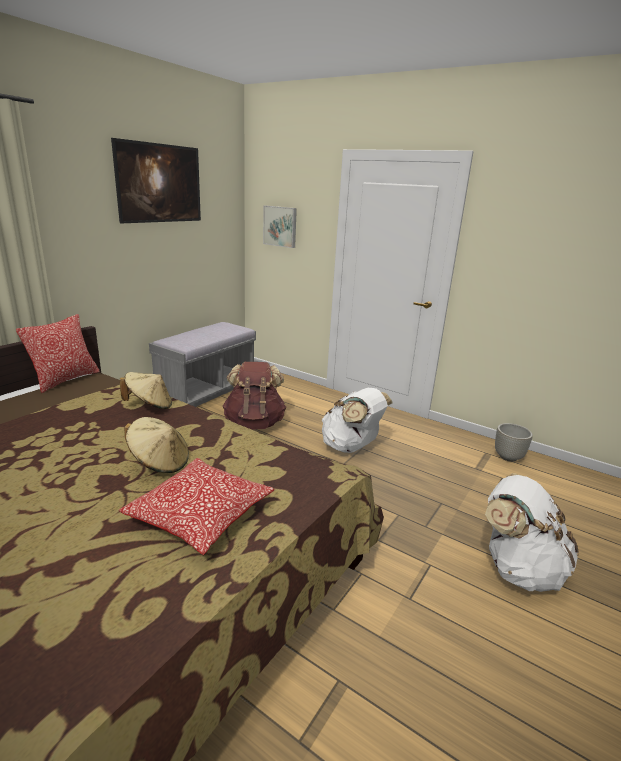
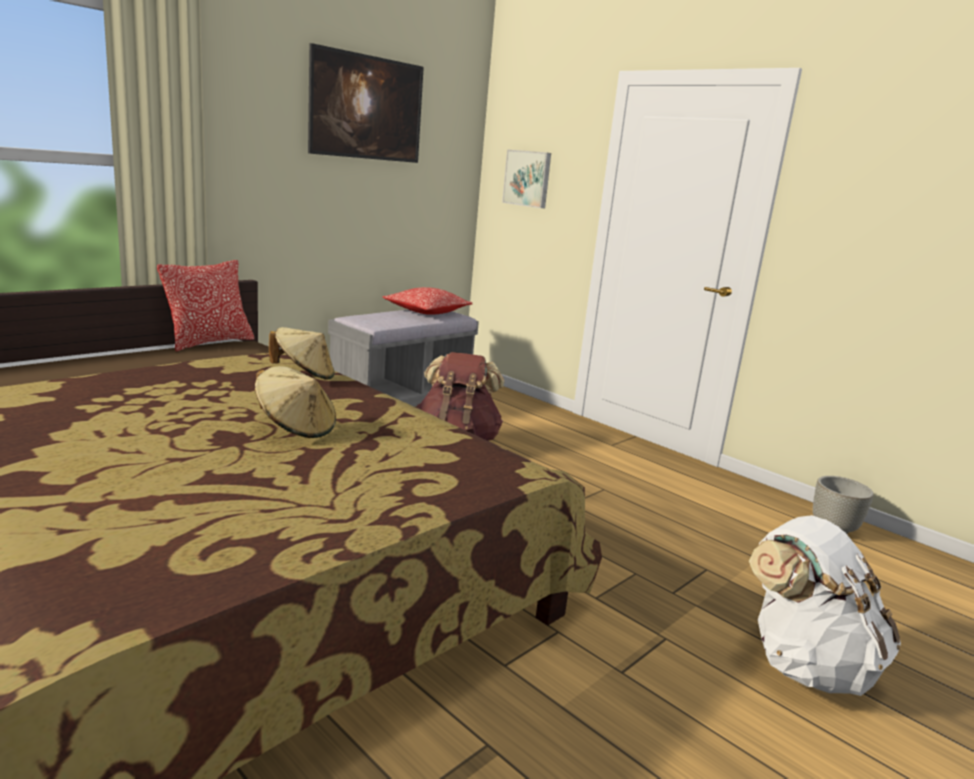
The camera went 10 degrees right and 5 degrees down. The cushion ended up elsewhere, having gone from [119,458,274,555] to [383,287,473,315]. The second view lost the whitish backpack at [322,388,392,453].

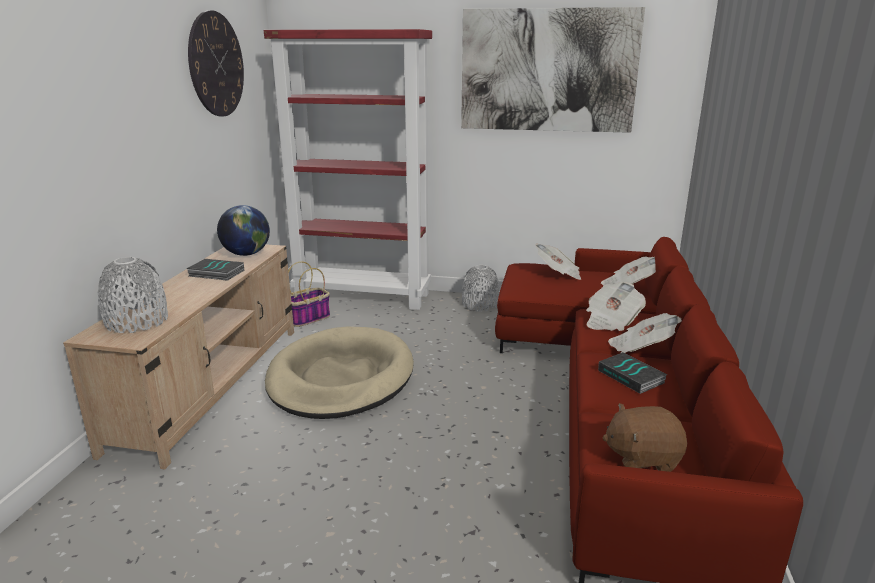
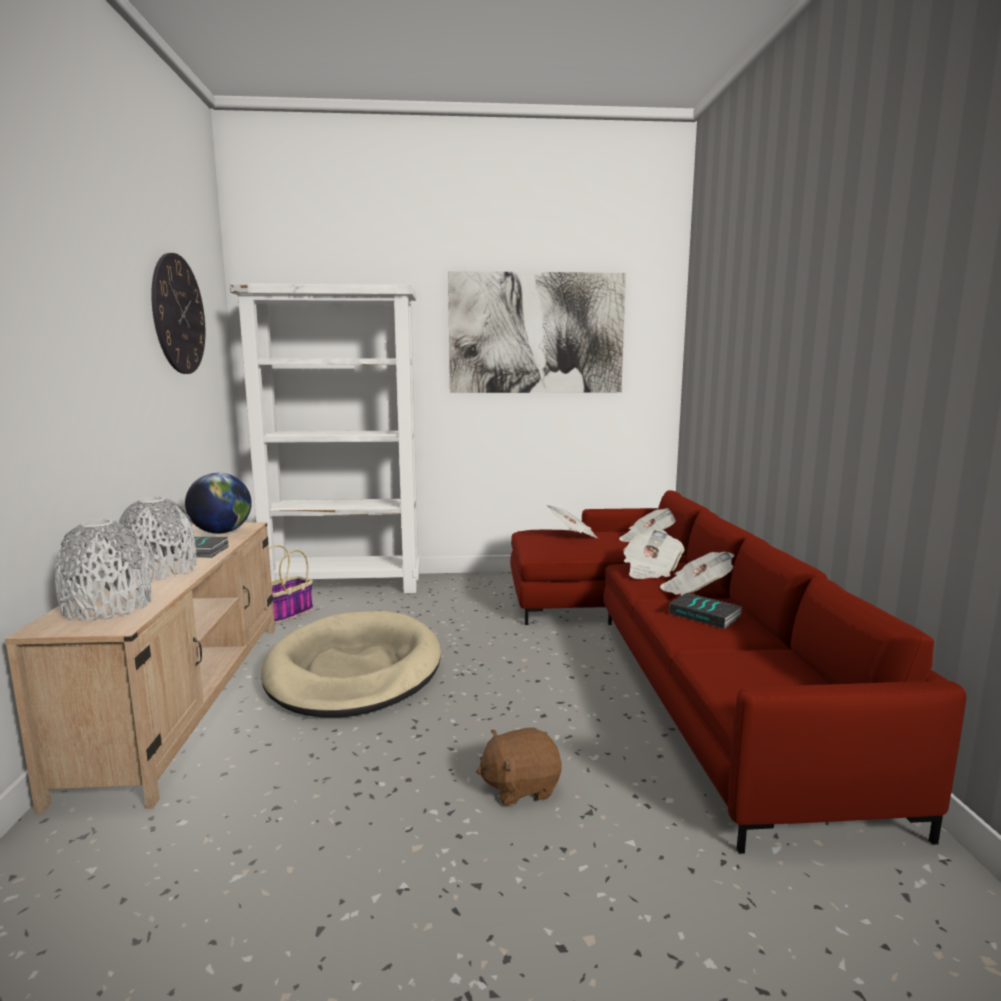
The camera went 15 degrees left and 10 degrees down. The grey decorative vase ended up elsewhere, having gone from [462,265,500,312] to [119,497,196,581]. What was the red shelving unit at [264,29,432,310] turned into the whitish shelving unit at [230,283,421,593]. The brownish soft toy ended up elsewhere, having gone from [603,403,687,472] to [476,727,562,806].

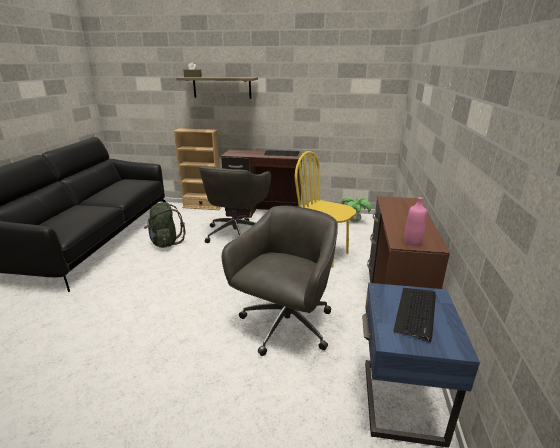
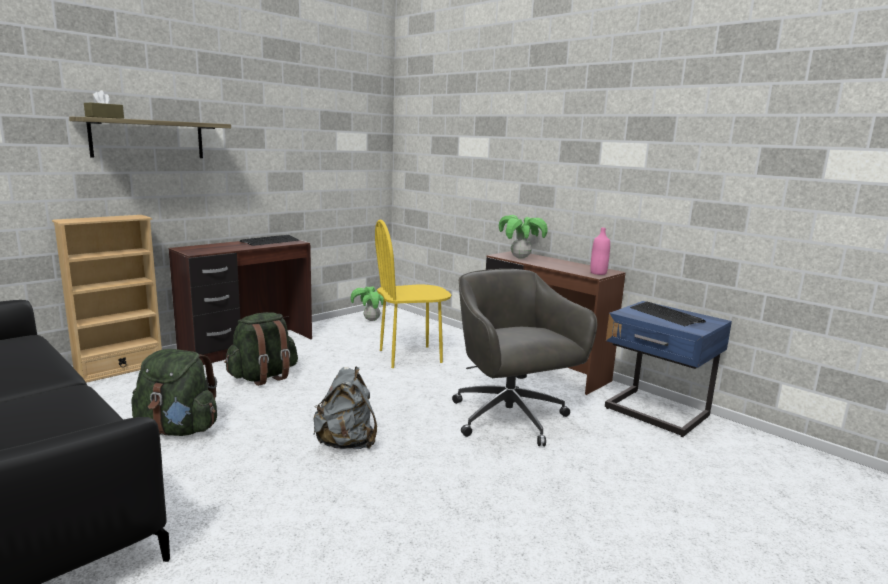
The camera went 55 degrees left and 10 degrees down. Where the grey office chair stood at [199,166,271,243], the green-coloured backpack came to stand at [224,312,298,386]. The second view gained the grey backpack at [313,367,377,449]. The second view gained the potted plant at [499,215,547,259].

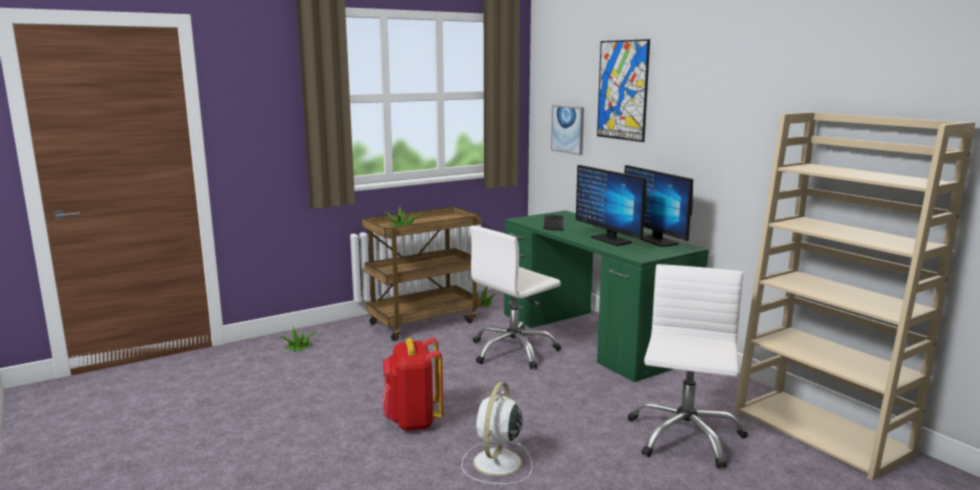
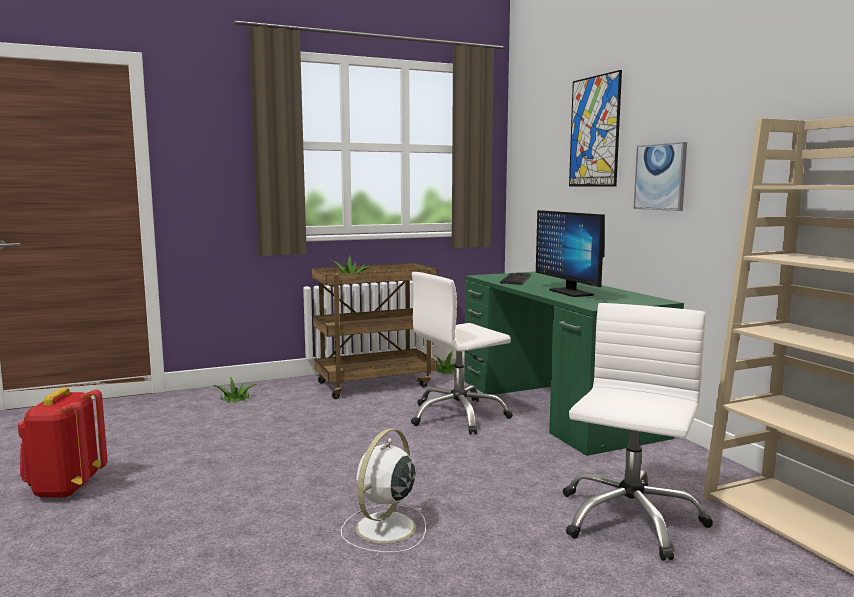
The camera went 10 degrees right and 5 degrees down. The red backpack ended up elsewhere, having gone from [383,338,443,431] to [18,387,108,498]. The wall art ended up elsewhere, having gone from [551,105,584,155] to [633,142,687,211]. The second view lost the monitor at [624,165,693,247].

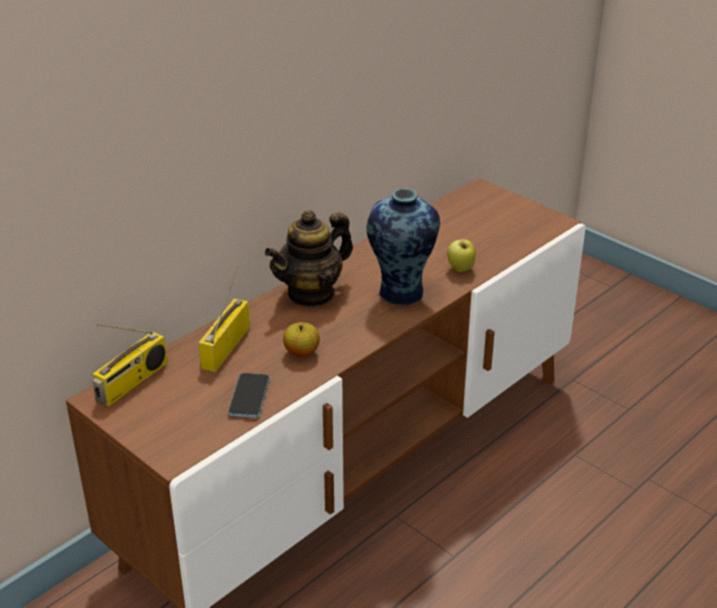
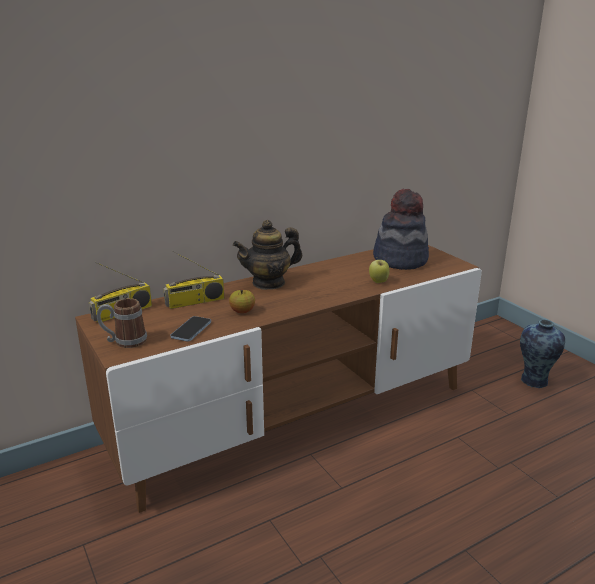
The camera went 15 degrees right and 10 degrees down. The second view gained the tea mug at [97,298,147,348]. The radio set at [198,266,250,372] ended up facing another way, 150 degrees counterclockwise from before. The second view gained the hat at [373,189,429,270]. The decorative vase ended up elsewhere, having gone from [366,188,440,306] to [520,319,565,388].

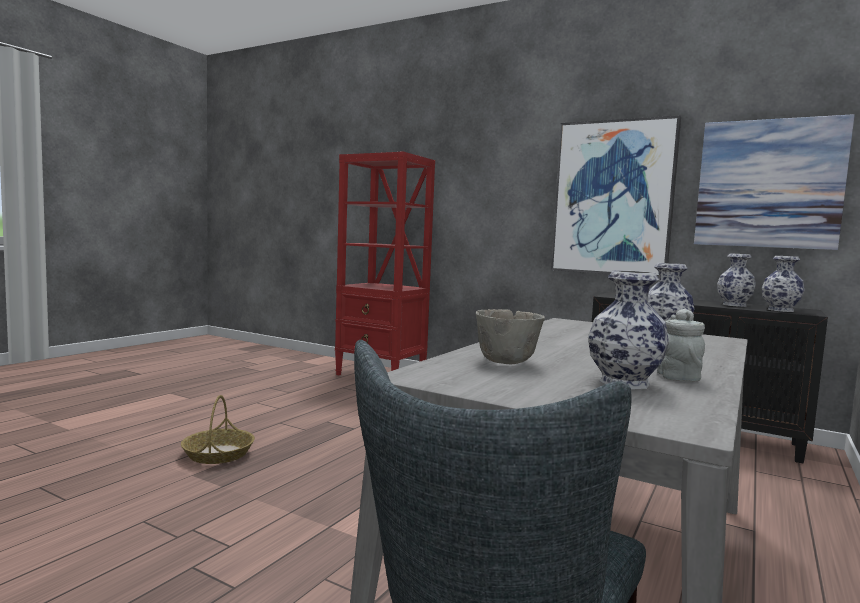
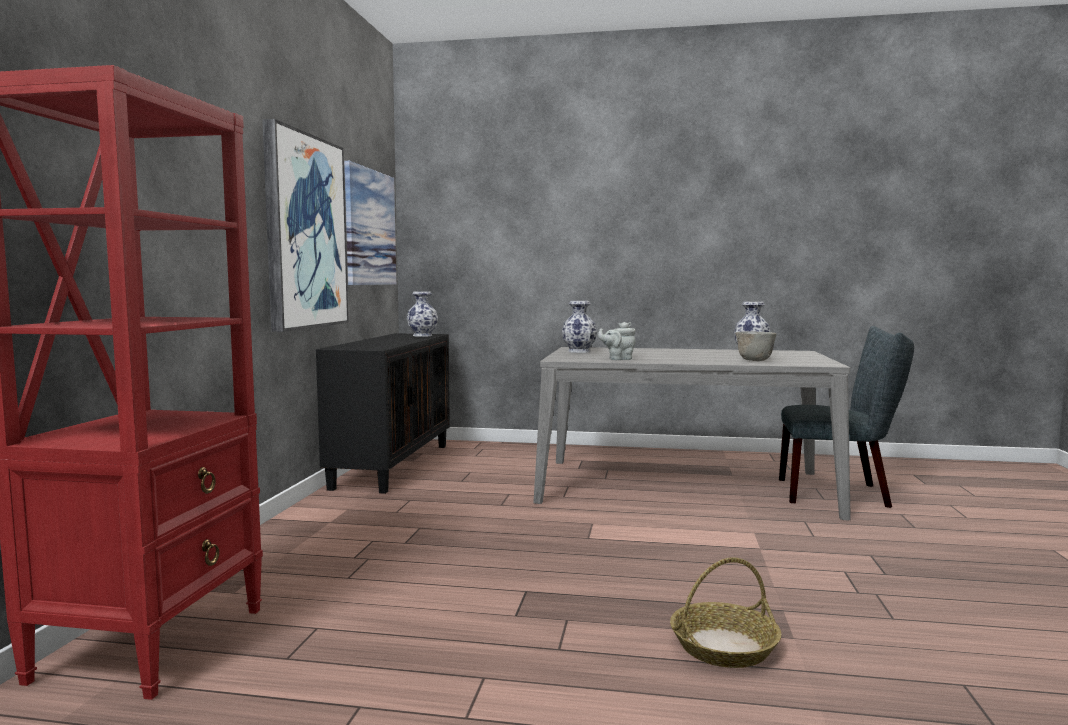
The camera went 110 degrees left and 0 degrees up. The grey teapot ended up elsewhere, having gone from [657,309,705,381] to [598,322,636,360]. The second view lost the decorative vase at [717,253,756,307].

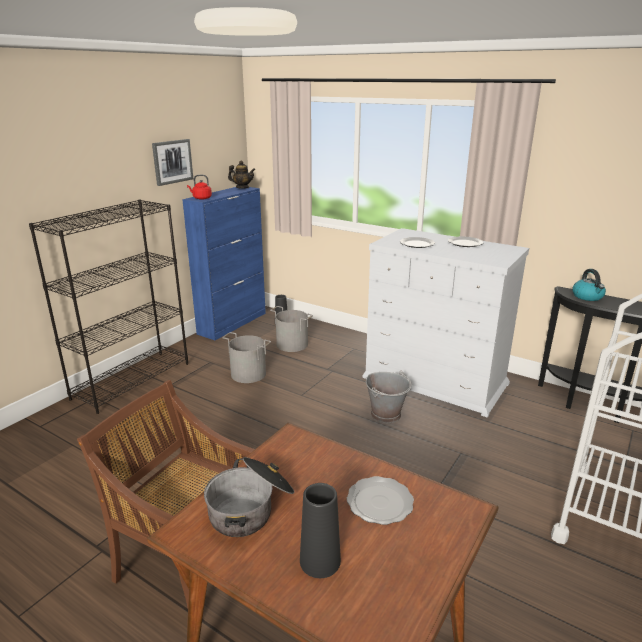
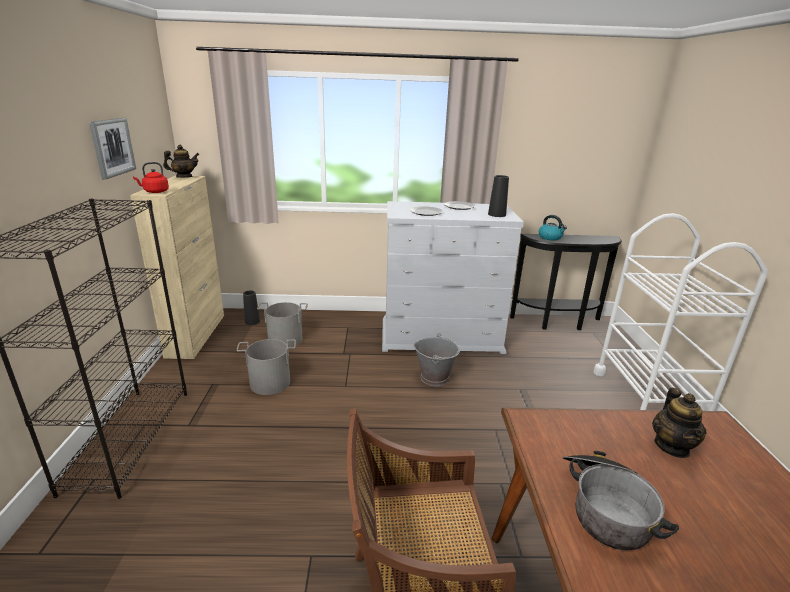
The camera went 35 degrees left and 0 degrees up. What was the blue-coloured storage cabinet at [182,187,266,340] turned into the beige storage cabinet at [130,175,224,359]. The black-coloured decorative vase ended up elsewhere, having gone from [300,483,341,578] to [488,175,509,217]. Where the flat dish stood at [347,476,414,525], the teapot came to stand at [652,388,707,458].

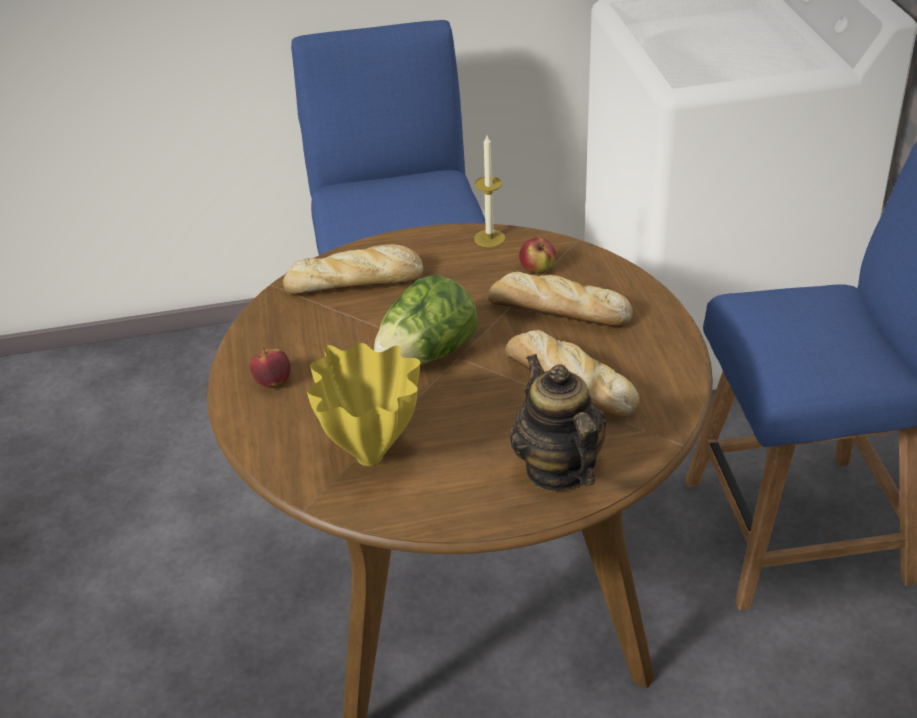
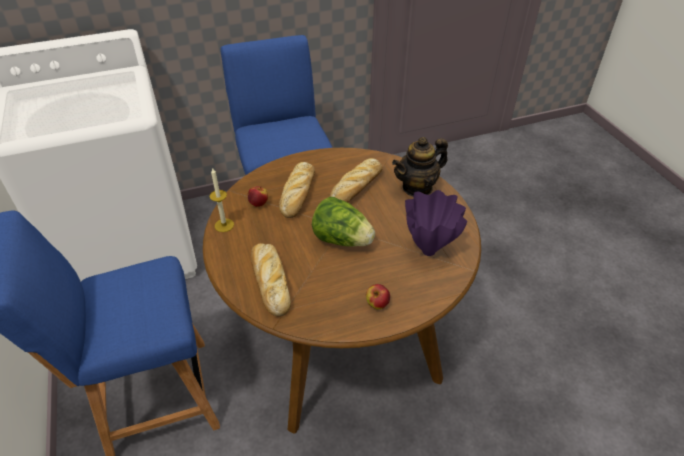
The camera went 100 degrees left and 5 degrees up. What was the yellowish decorative vase at [307,343,420,466] turned into the purplish decorative vase at [405,190,467,256].

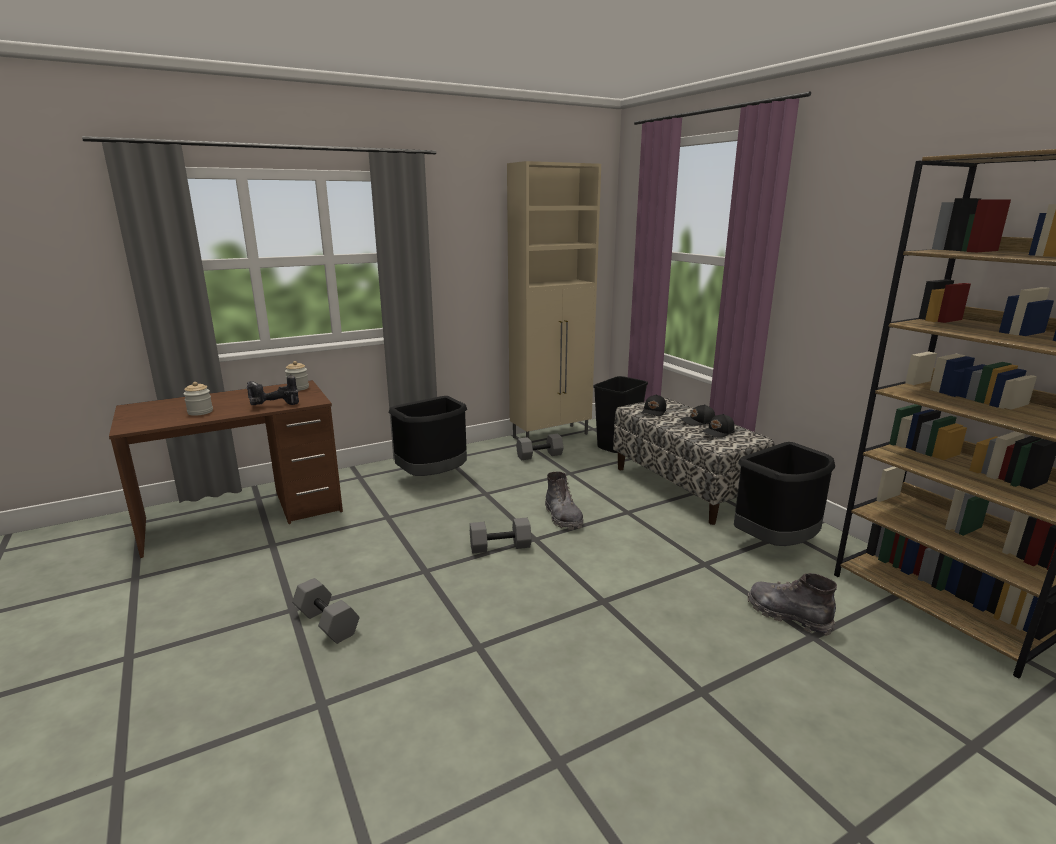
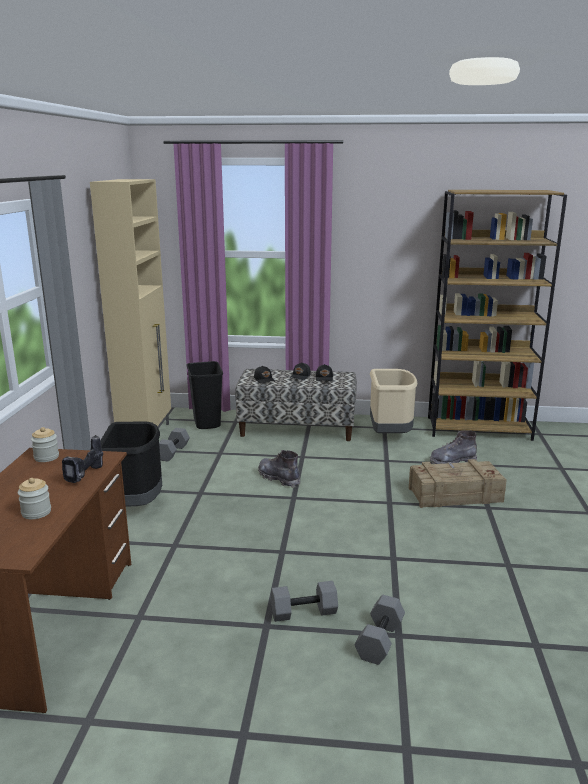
The camera went 55 degrees left and 0 degrees up. The grey tall boot at [545,471,583,530] ended up facing another way, 150 degrees counterclockwise from before. The grey free weight ended up elsewhere, having gone from [470,517,532,553] to [355,595,405,665]. What was the black-coloured waste bin at [734,442,835,546] turned into the beige waste bin at [370,369,417,433]. The second view gained the shipping crate at [409,459,507,508].

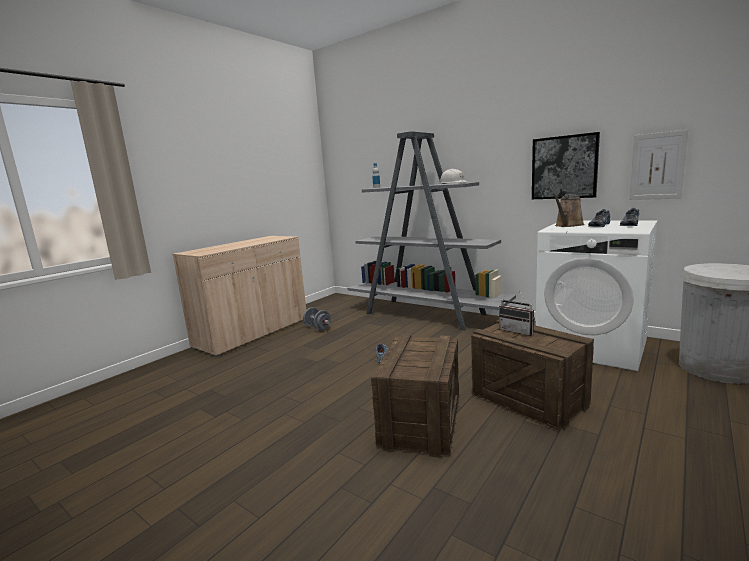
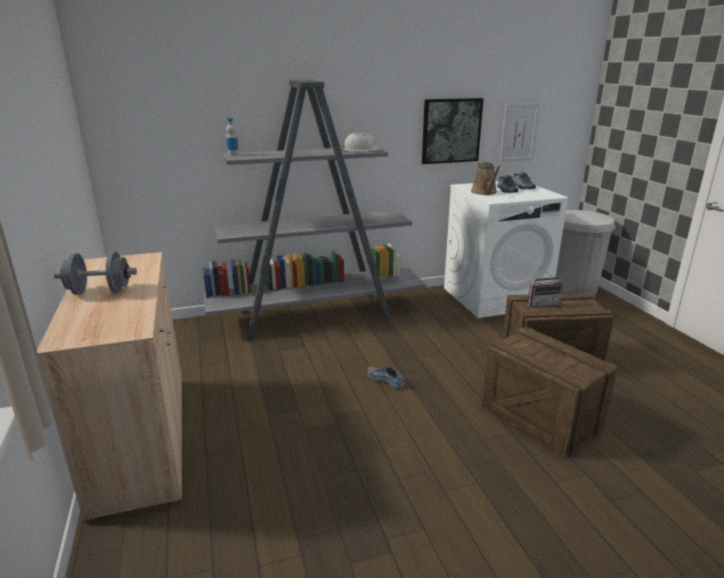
The camera went 55 degrees left and 10 degrees up. The grey free weight ended up elsewhere, having gone from [303,307,331,331] to [54,252,137,295].

